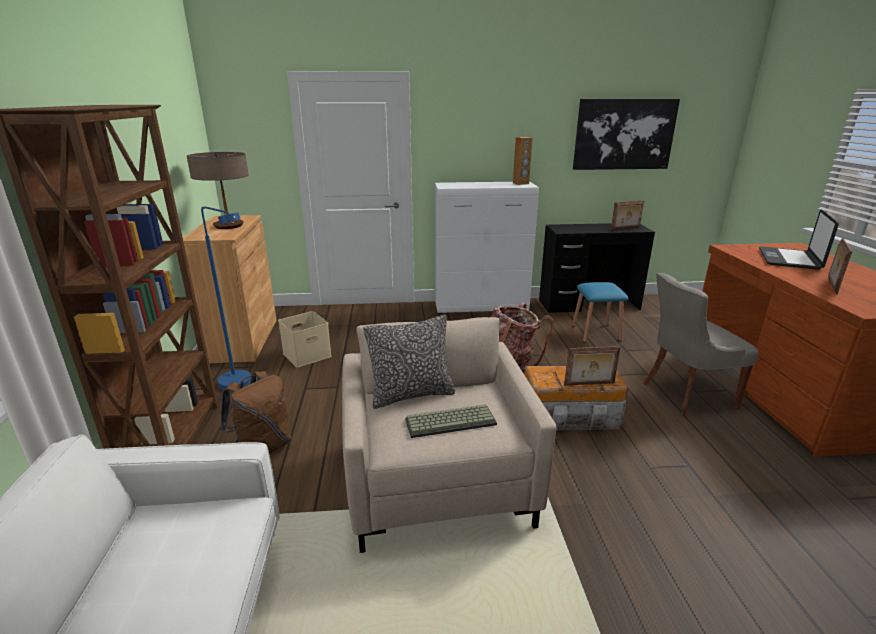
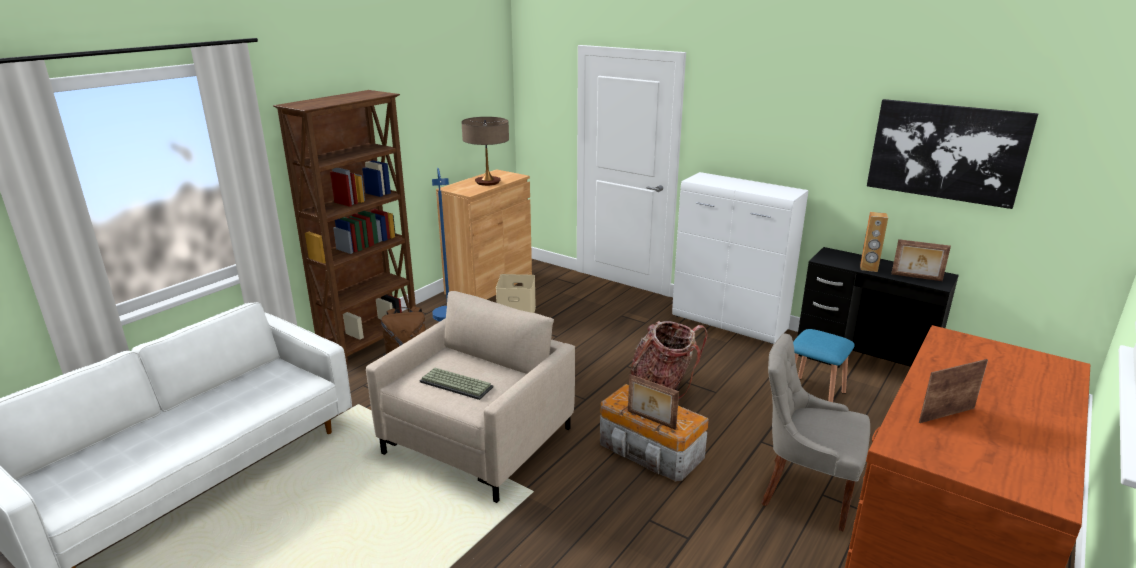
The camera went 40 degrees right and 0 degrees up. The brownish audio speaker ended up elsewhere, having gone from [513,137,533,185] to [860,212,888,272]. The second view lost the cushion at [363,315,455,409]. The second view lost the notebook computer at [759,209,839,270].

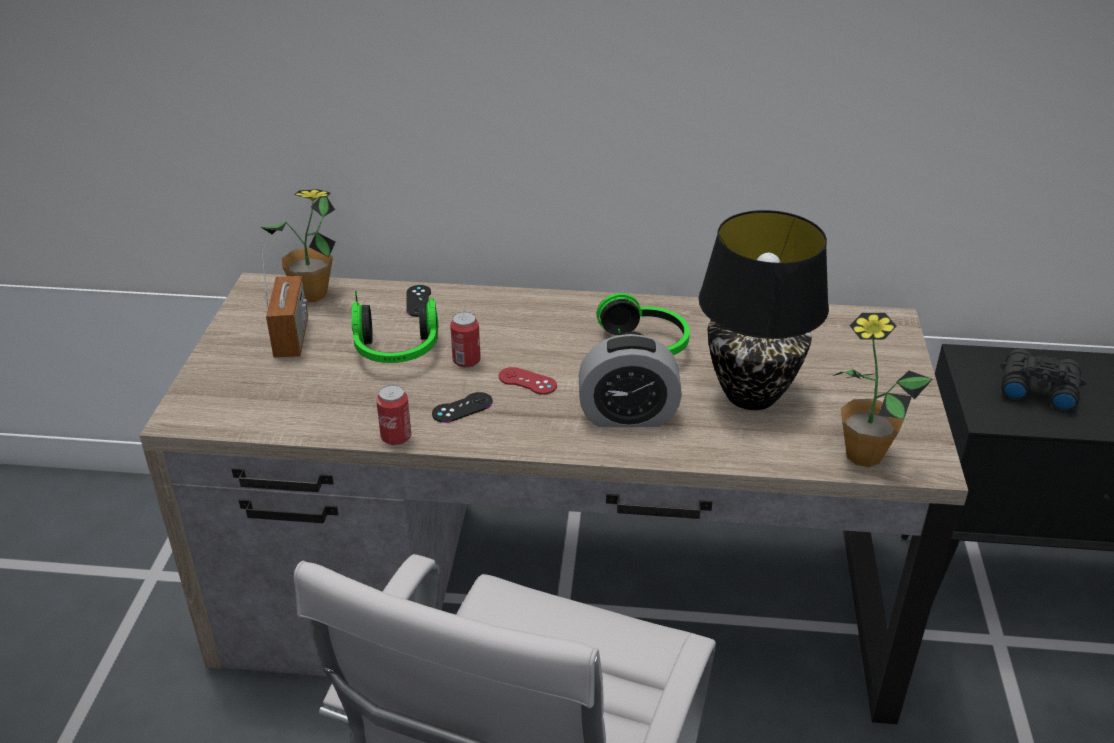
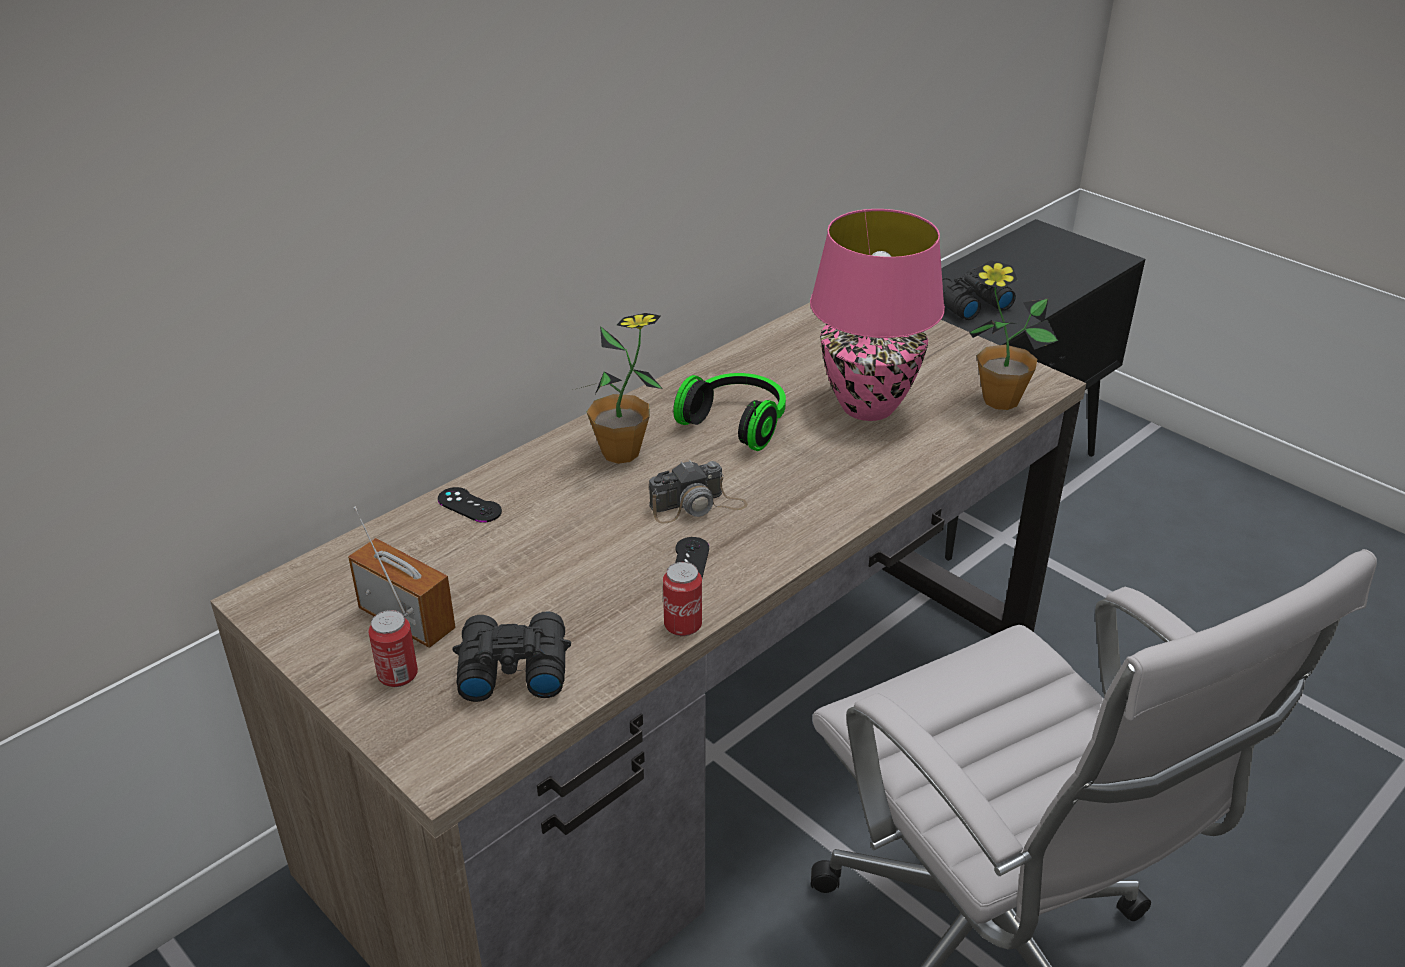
The camera went 50 degrees left and 0 degrees up. The sealed can ended up elsewhere, having gone from [450,312,481,368] to [368,610,418,687]. The second view gained the black-coloured pair of binoculars at [452,612,571,702]. The potted plant ended up elsewhere, having gone from [261,189,336,302] to [581,313,663,464]. Where the red game controller stood at [499,367,557,394], the photo camera came to stand at [649,460,748,523]. What was the black-coloured table lamp at [698,210,829,410] turned into the pinkish table lamp at [810,209,945,421]. The second view lost the headphones at [351,291,439,363]. The second view lost the alarm clock at [579,334,682,427].

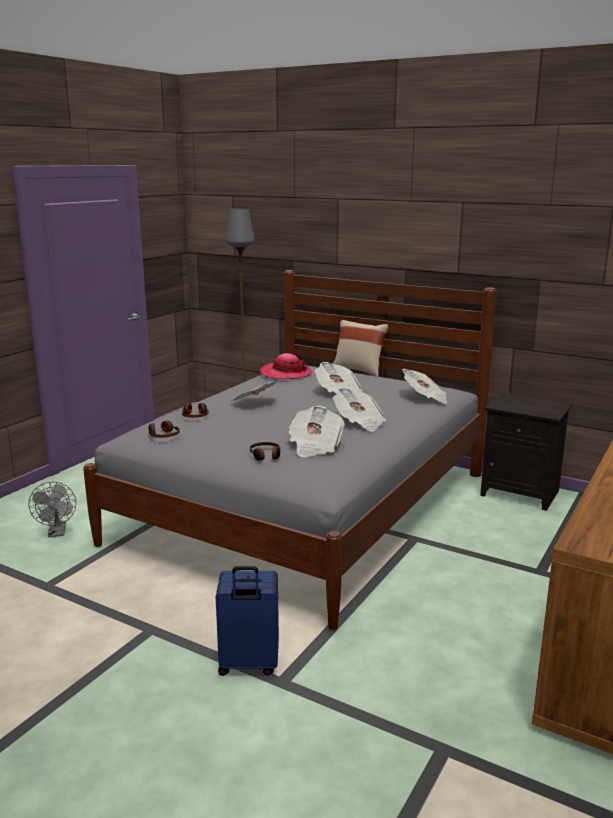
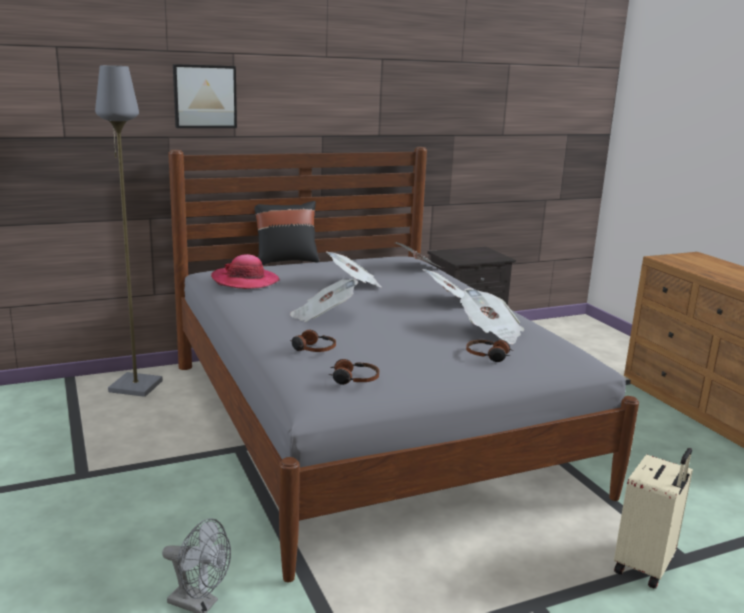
The camera went 55 degrees left and 0 degrees up. The second view gained the wall art at [173,64,237,128]. What was the beige cushion at [333,320,388,377] turned into the black-coloured cushion at [254,201,320,265]. What was the blue-coloured travel case at [216,566,279,676] turned into the beige travel case at [614,448,693,589].

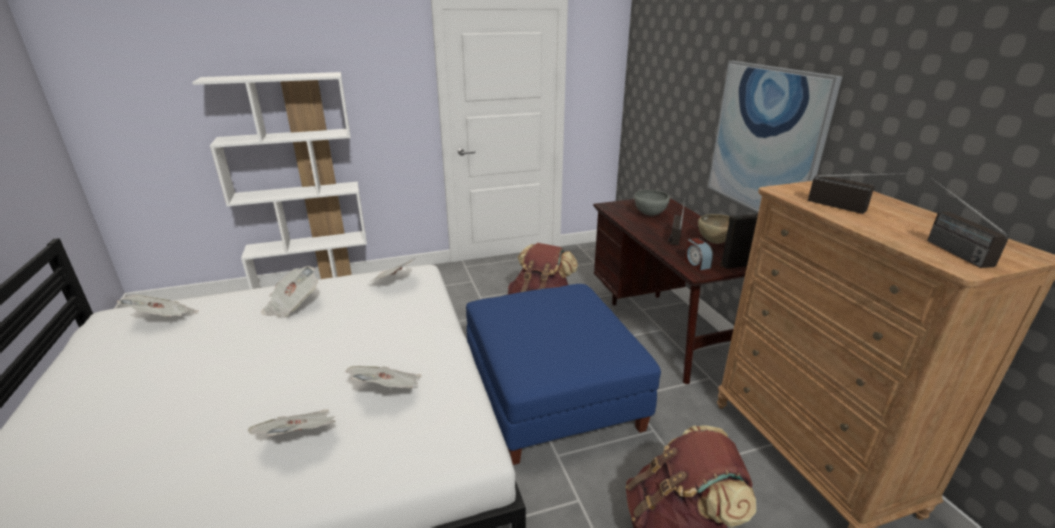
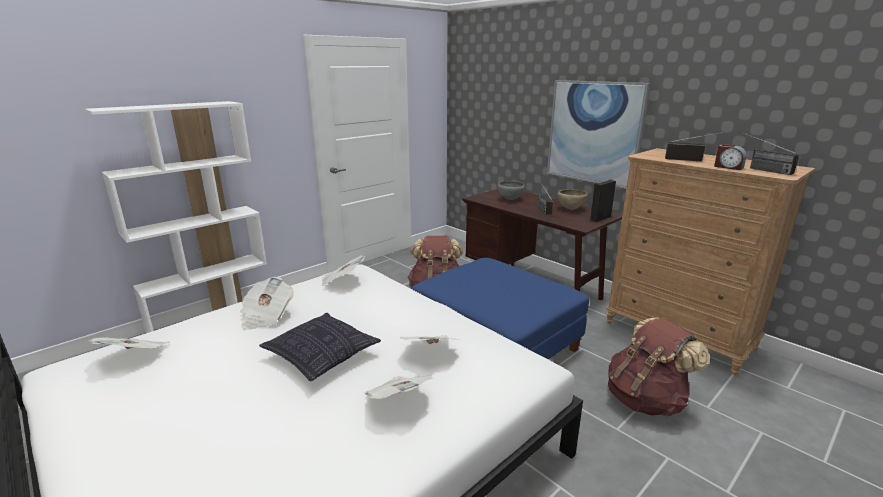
The camera went 25 degrees left and 5 degrees down. The second view gained the cushion at [259,313,381,381]. The alarm clock ended up elsewhere, having gone from [685,238,713,270] to [714,144,747,170].

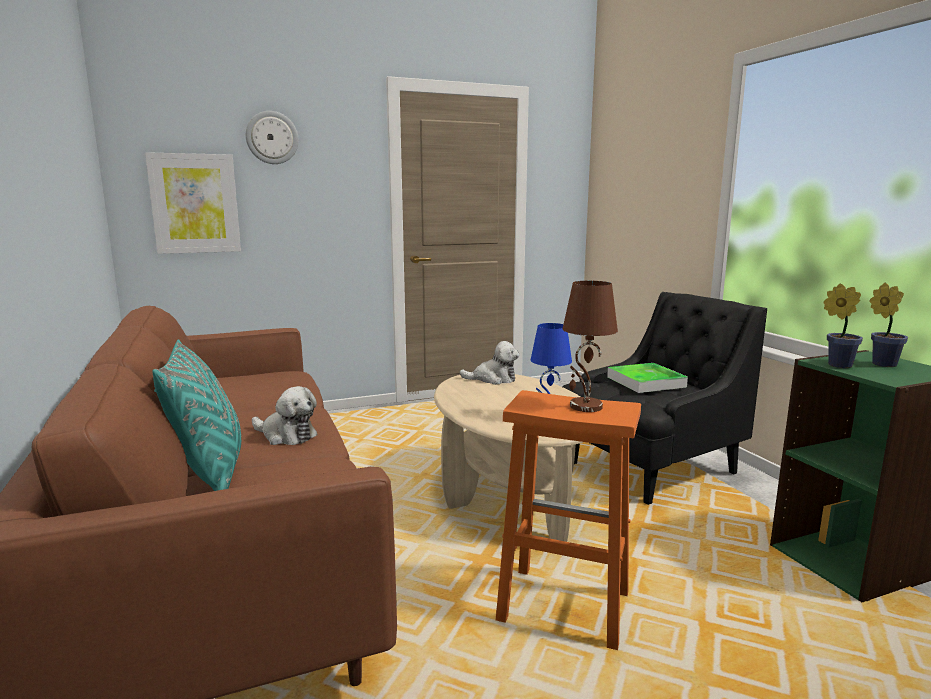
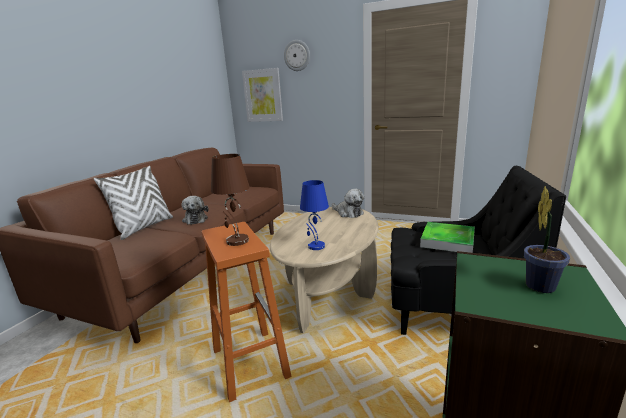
The camera went 45 degrees right and 5 degrees up. What was the turquoise-coloured cushion at [152,339,241,491] turned into the whitish cushion at [94,165,173,240]. The second view lost the potted plant at [823,283,863,368].

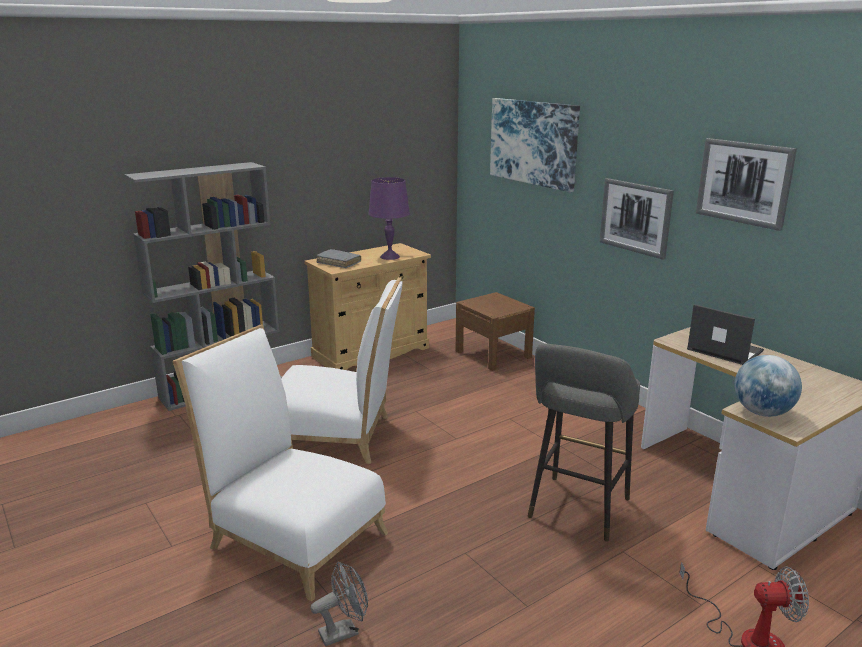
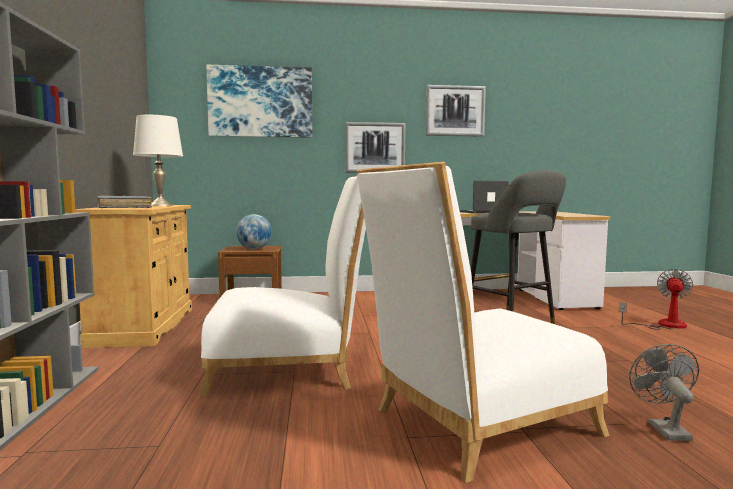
The camera went 60 degrees left and 15 degrees down. What was the purplish table lamp at [368,177,410,260] turned into the whitish table lamp at [133,115,183,206]. The whitish plain chair at [281,277,403,464] ended up facing another way, 45 degrees clockwise from before. The desk globe ended up elsewhere, having gone from [735,355,802,417] to [236,214,272,249].

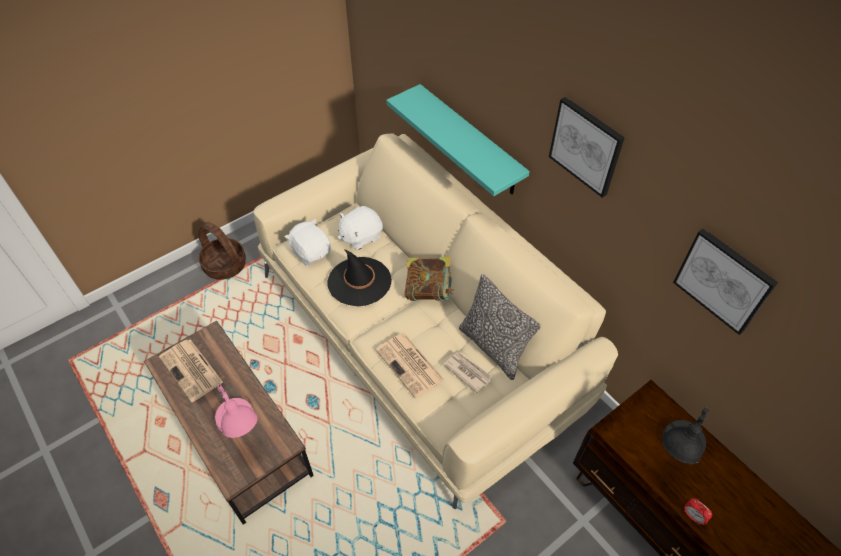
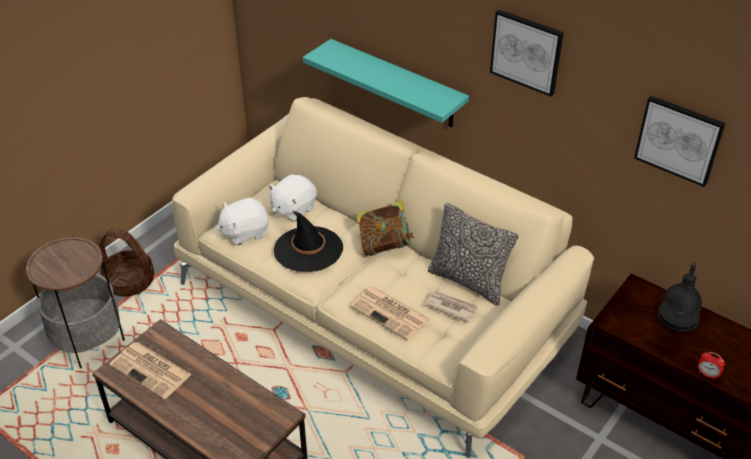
The camera went 15 degrees left and 10 degrees down. The second view gained the side table at [25,236,125,369]. The whitish soft toy at [285,219,331,266] ended up facing another way, 60 degrees counterclockwise from before. The second view lost the pinkish table lamp at [215,385,258,438].

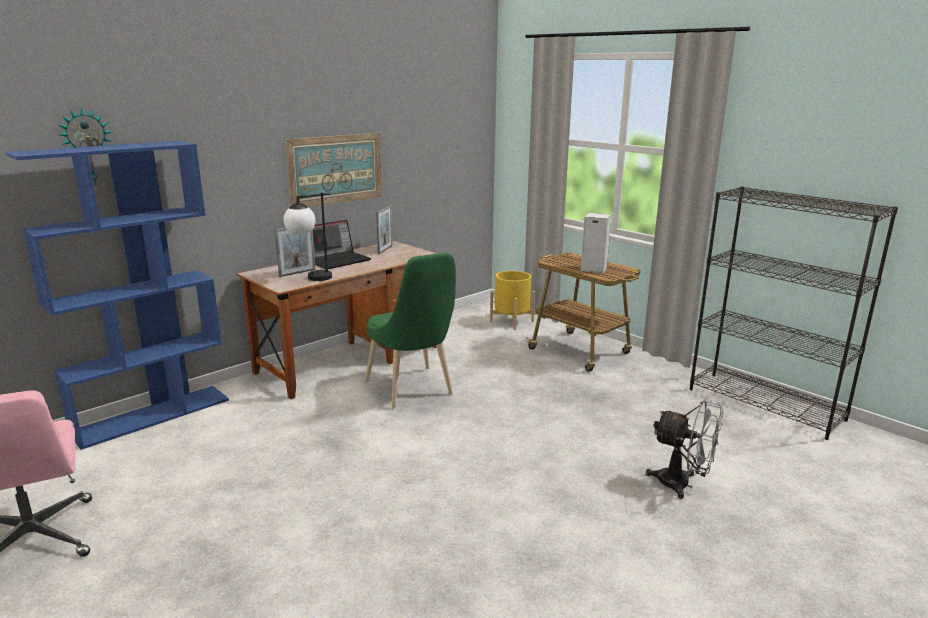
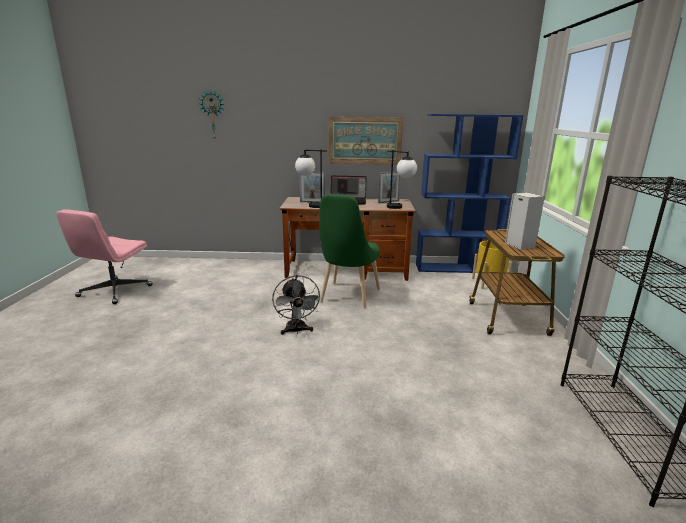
The camera went 45 degrees right and 0 degrees up. The grey cooling fan ended up elsewhere, having gone from [646,400,723,499] to [272,275,322,335]. The second view gained the table lamp at [387,150,417,209]. The blue-coloured shelving unit ended up elsewhere, having gone from [5,141,229,450] to [416,114,524,273].

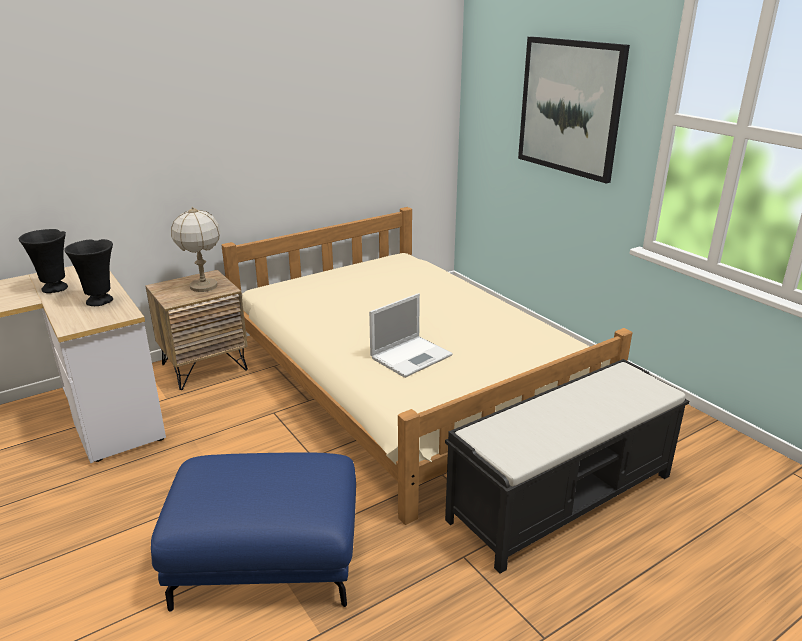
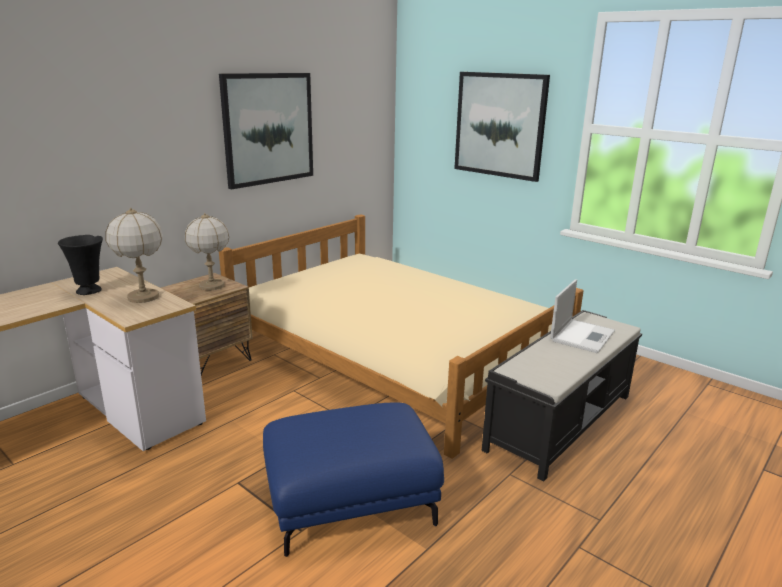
The camera went 15 degrees left and 5 degrees down. Where the black-coloured decorative vase stood at [64,239,113,306], the table lamp came to stand at [106,208,163,303]. The second view gained the wall art at [219,73,313,189]. The notebook computer ended up elsewhere, having gone from [369,293,453,378] to [550,279,615,353].

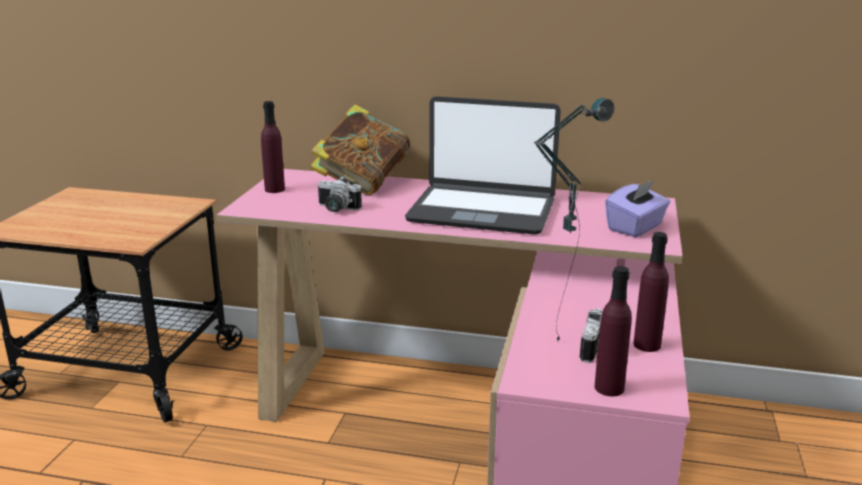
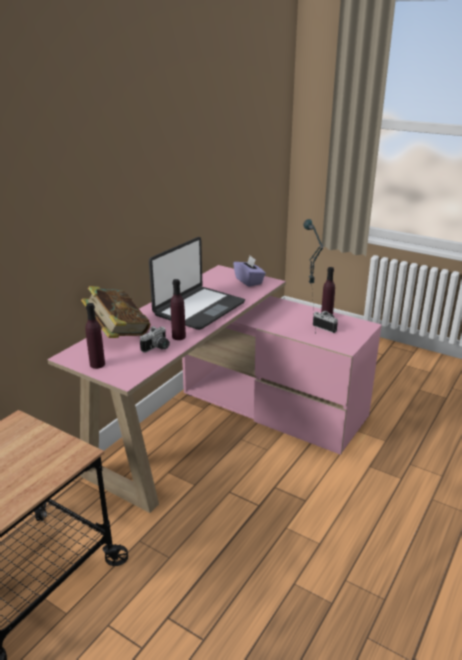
The camera went 70 degrees left and 5 degrees up. The purplish beverage bottle ended up elsewhere, having gone from [595,266,632,396] to [170,279,186,340].

